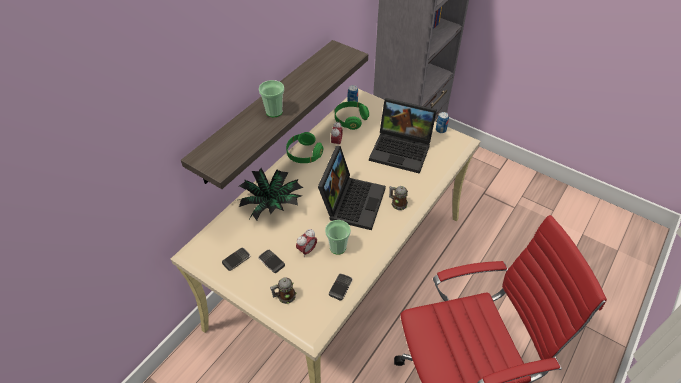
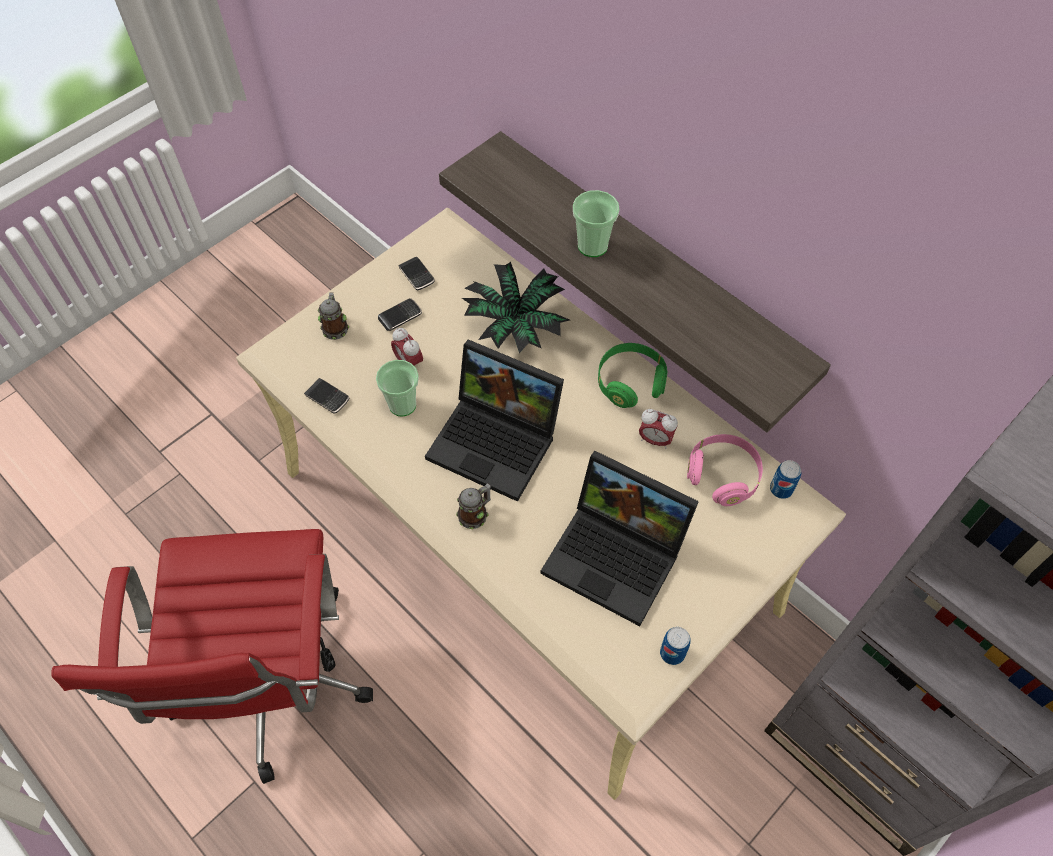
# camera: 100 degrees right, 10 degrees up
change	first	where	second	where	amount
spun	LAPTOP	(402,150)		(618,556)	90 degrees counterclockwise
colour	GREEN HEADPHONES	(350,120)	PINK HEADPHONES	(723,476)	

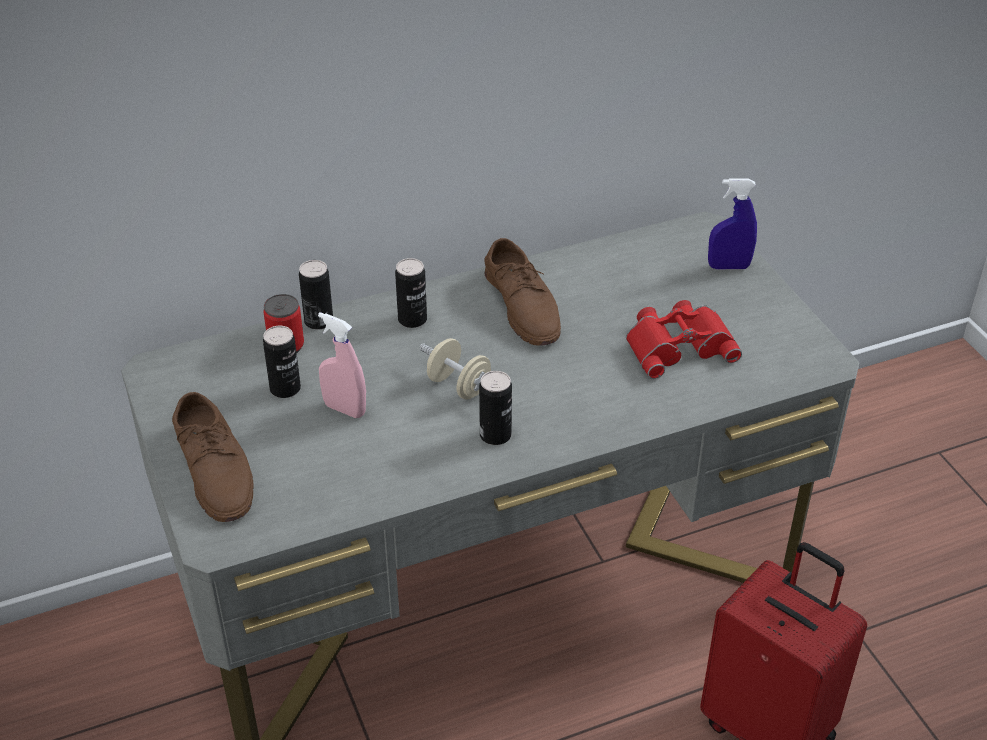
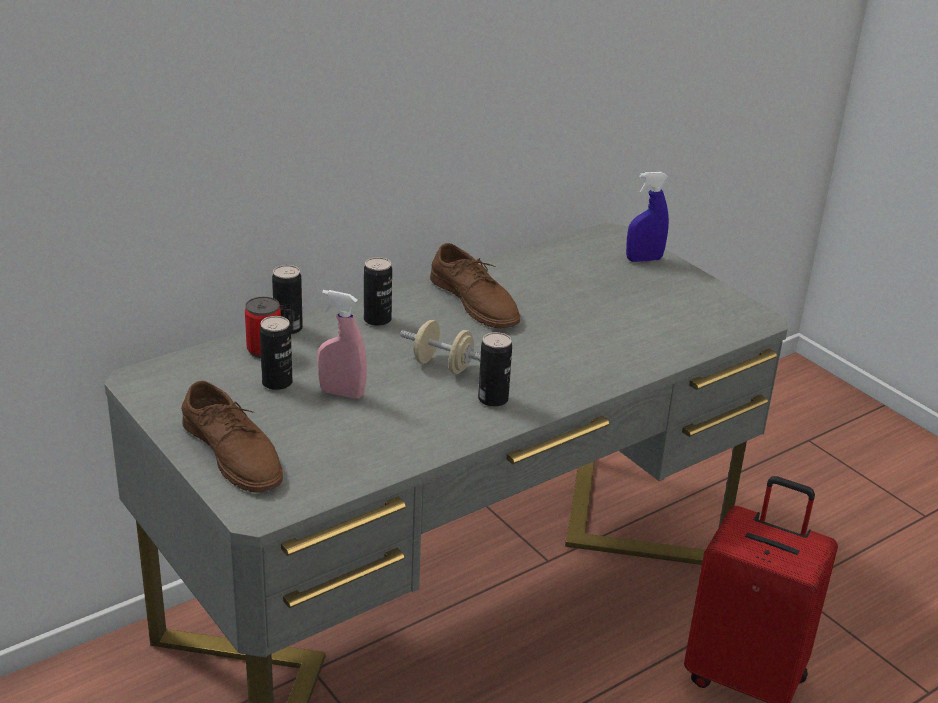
# camera: 15 degrees left, 10 degrees down
change	first	where	second	where	amount
missing	RED BINOCULARS	(678,344)			

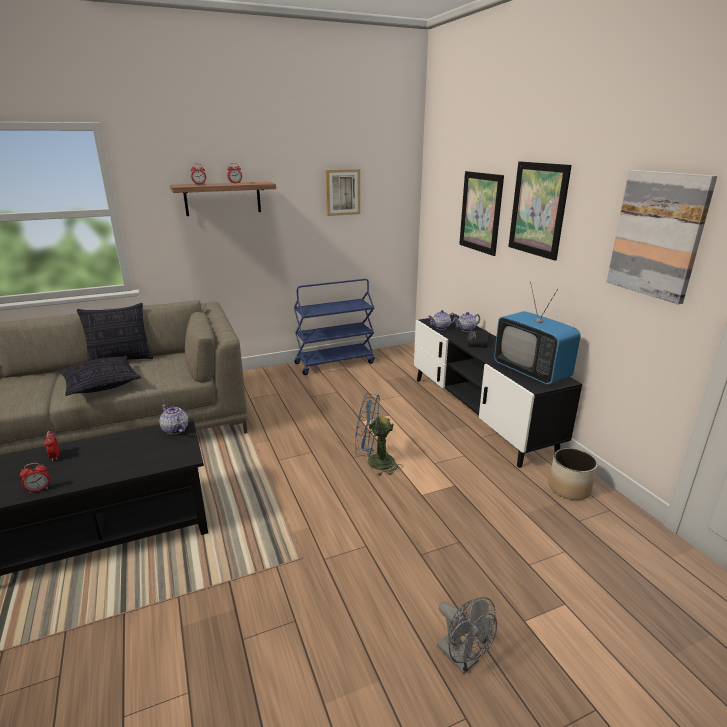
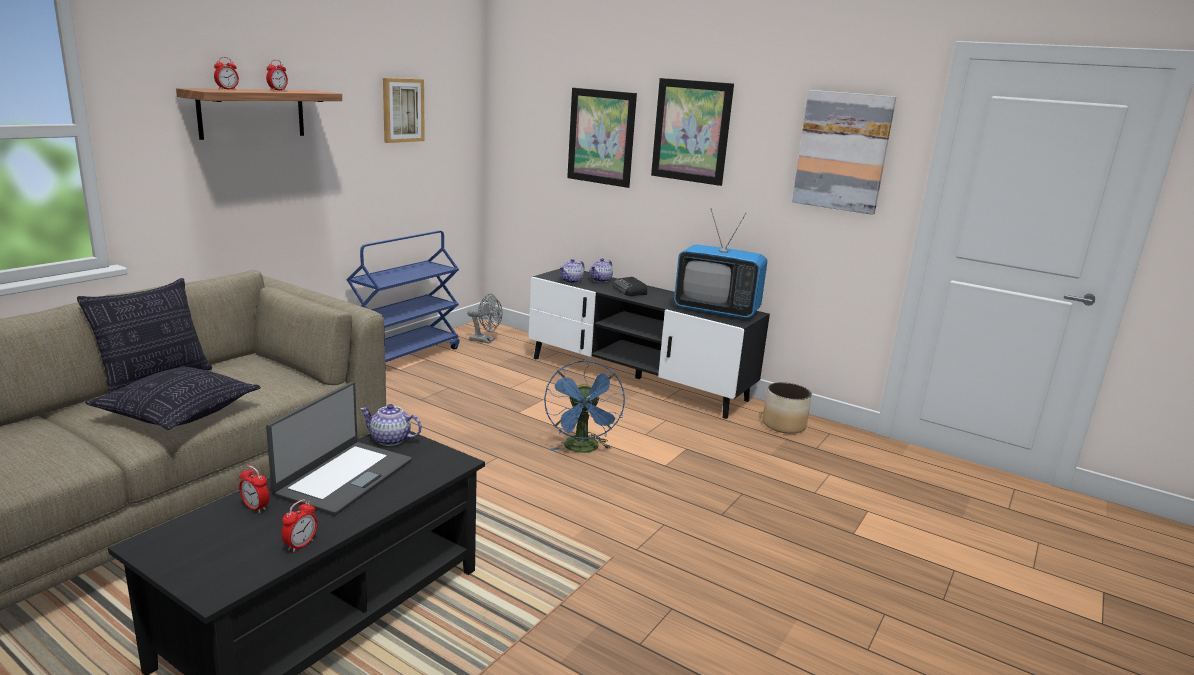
# camera: 35 degrees left, 5 degrees down
change	first	where	second	where	amount
spun	BLUE FAN	(374,463)		(583,449)	60 degrees counterclockwise
relocated	GREY FAN	(462,659)		(485,340)	
appeared			LAPTOP	(343,477)	

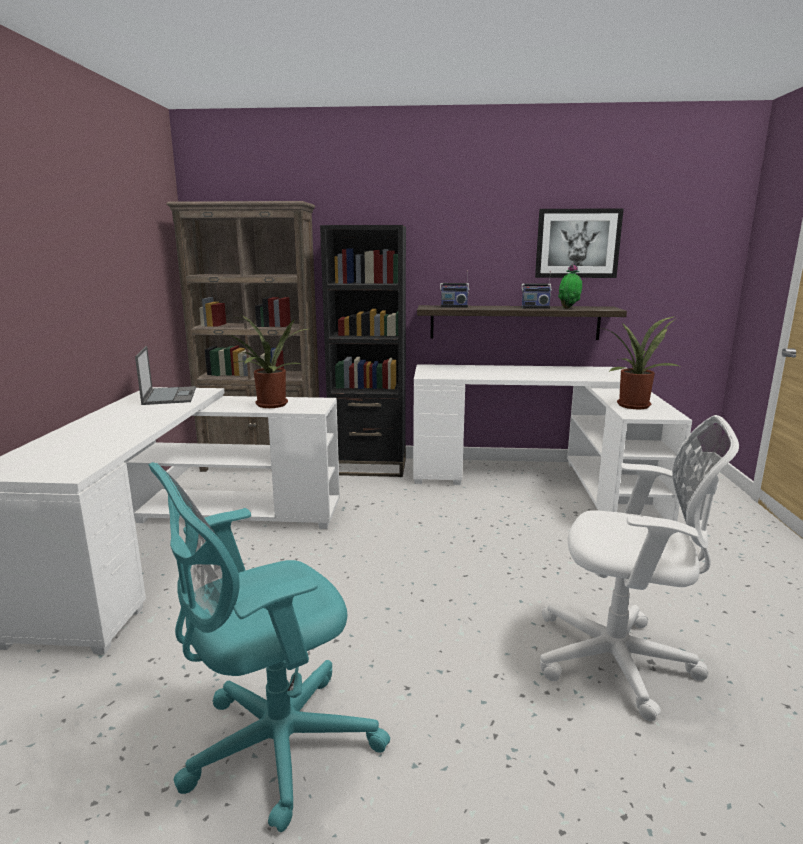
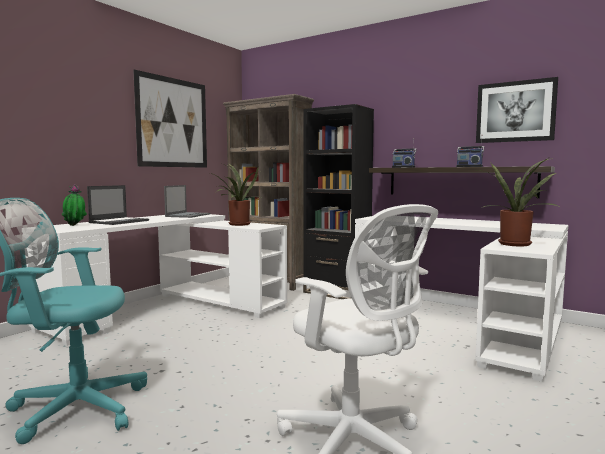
# camera: 30 degrees right, 10 degrees down
change	first	where	second	where	amount
relocated	POTTED PLANT	(569,308)		(74,225)	
appeared			PICTURE	(173,123)	
appeared			LAPTOP	(120,221)	

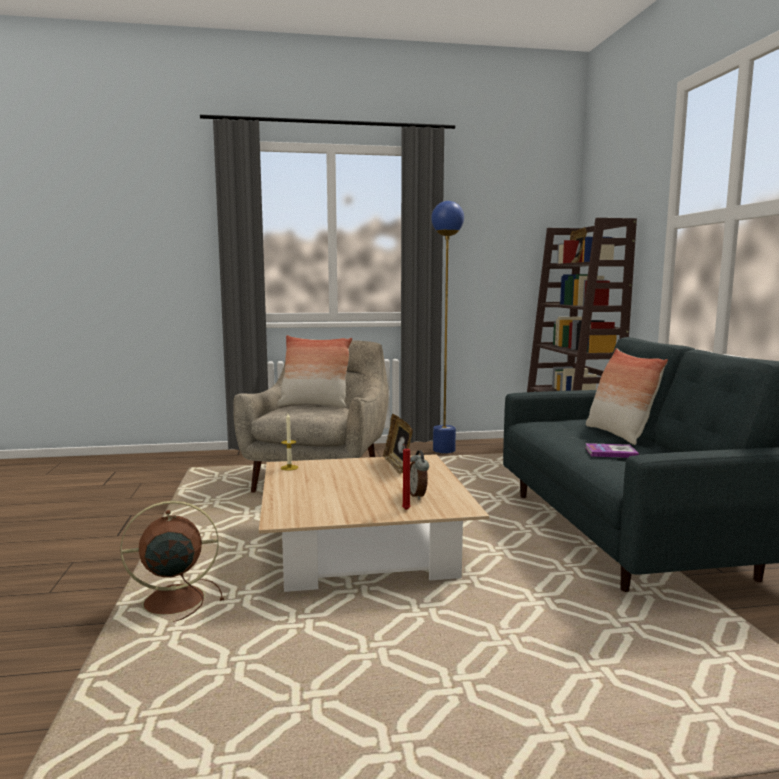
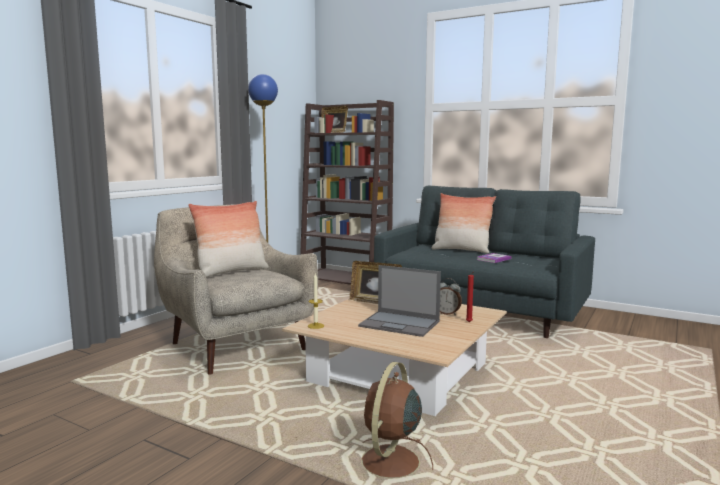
# camera: 50 degrees left, 0 degrees up
change	first	where	second	where	amount
appeared			LAPTOP	(400,324)	

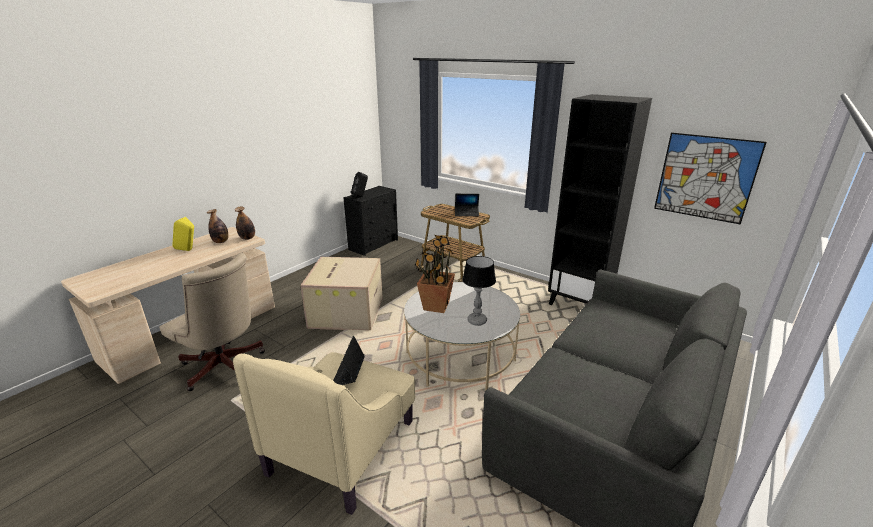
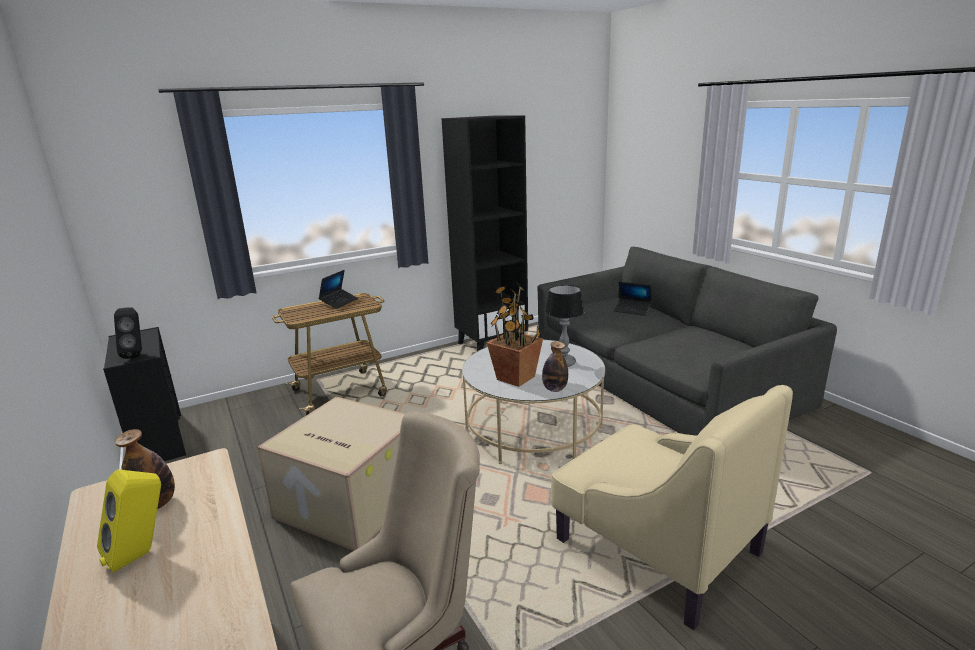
# camera: 65 degrees left, 5 degrees down
change	first	where	second	where	amount
missing	PICTURE	(705,177)			
relocated	BOTTLE	(247,238)		(554,389)	
relocated	LAPTOP	(348,375)		(632,310)	

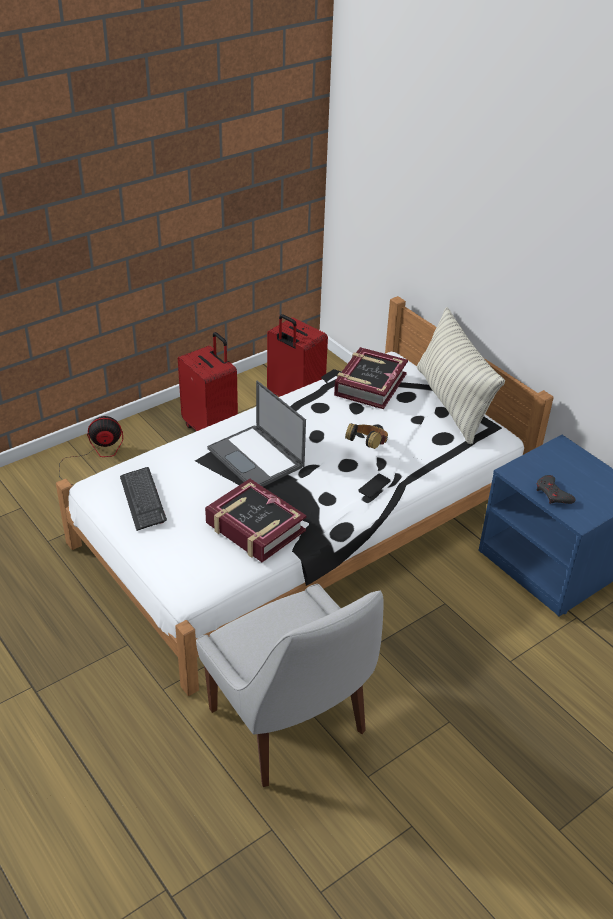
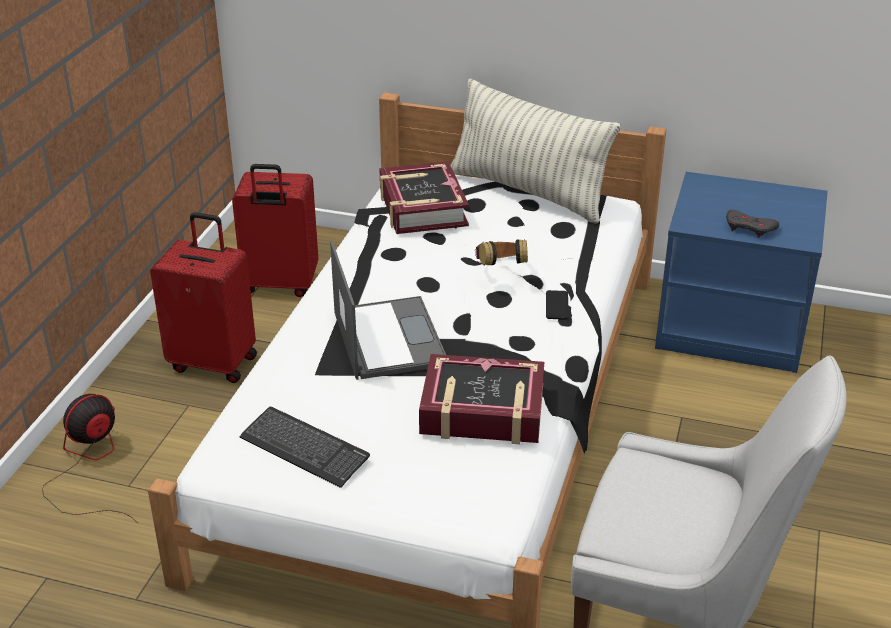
# camera: 35 degrees left, 5 degrees down
change	first	where	second	where	amount
spun	LAPTOP	(257,458)		(388,337)	120 degrees counterclockwise

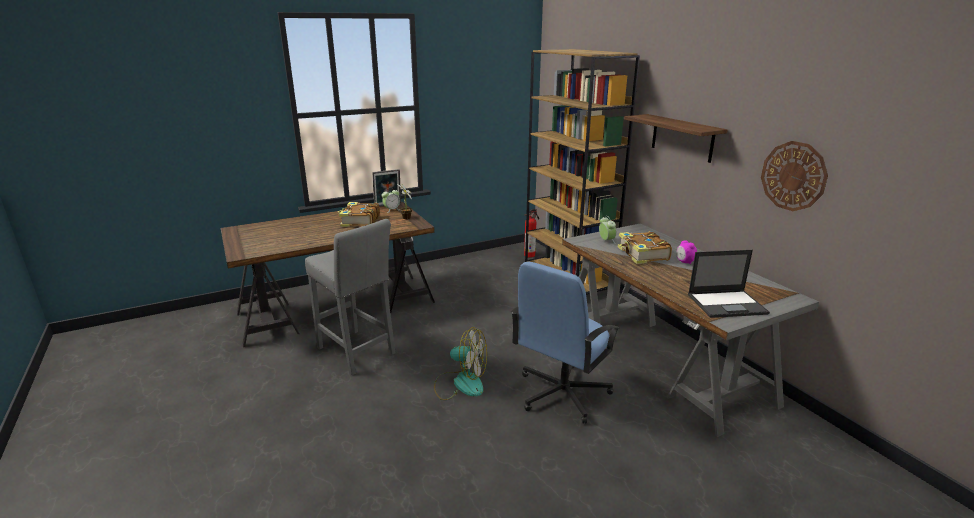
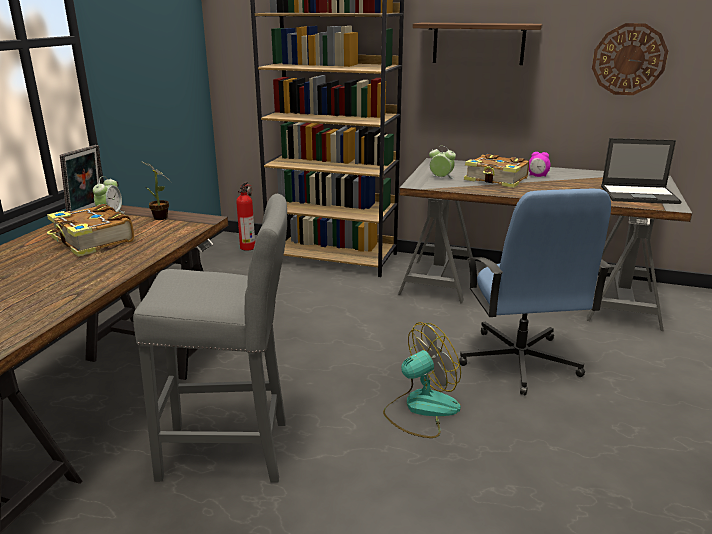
# camera: 45 degrees left, 0 degrees up
change	first	where	second	where	amount
spun	LAPTOP	(727,304)		(640,195)	60 degrees clockwise

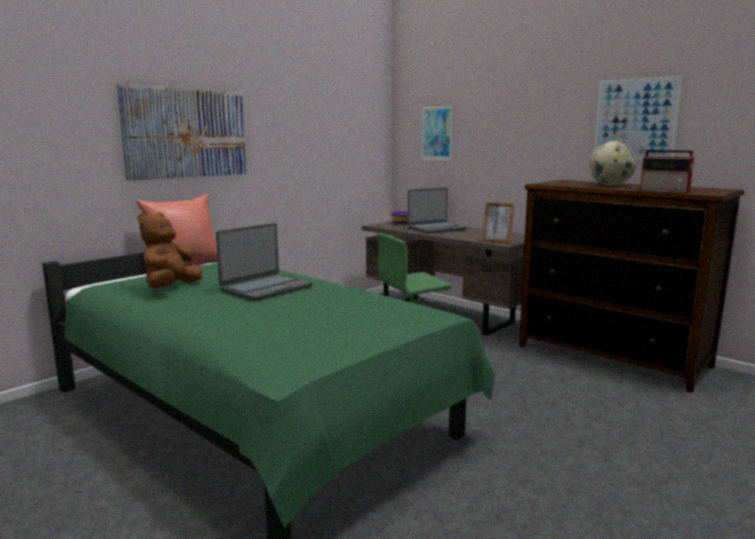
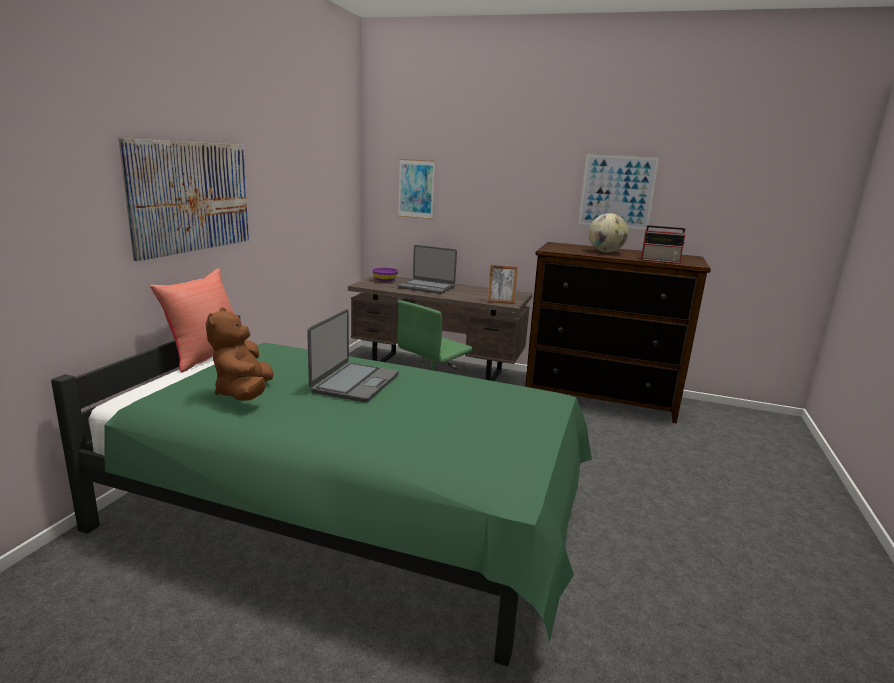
# camera: 25 degrees left, 5 degrees up
change	first	where	second	where	amount
spun	LAPTOP	(436,229)		(426,287)	75 degrees clockwise

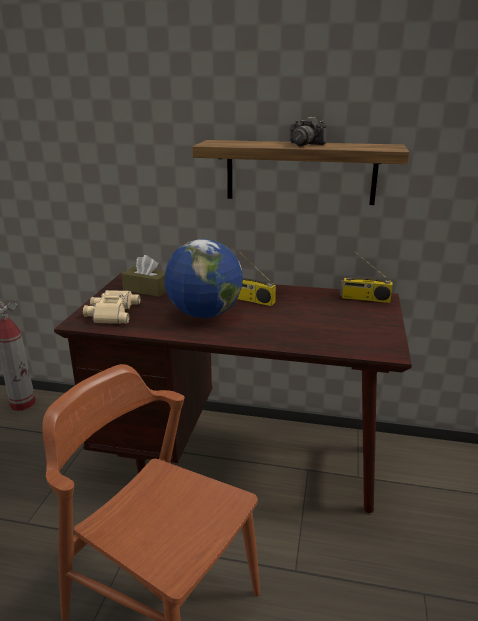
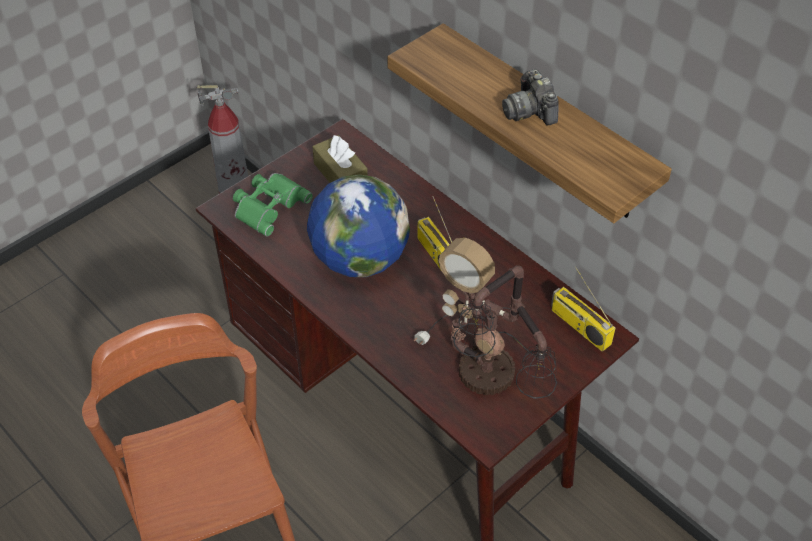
# camera: 35 degrees right, 25 degrees up
change	first	where	second	where	amount
colour	BEIGE BINOCULARS	(111,312)	GREEN BINOCULARS	(268,205)	
appeared			TABLE LAMP	(487,375)	

